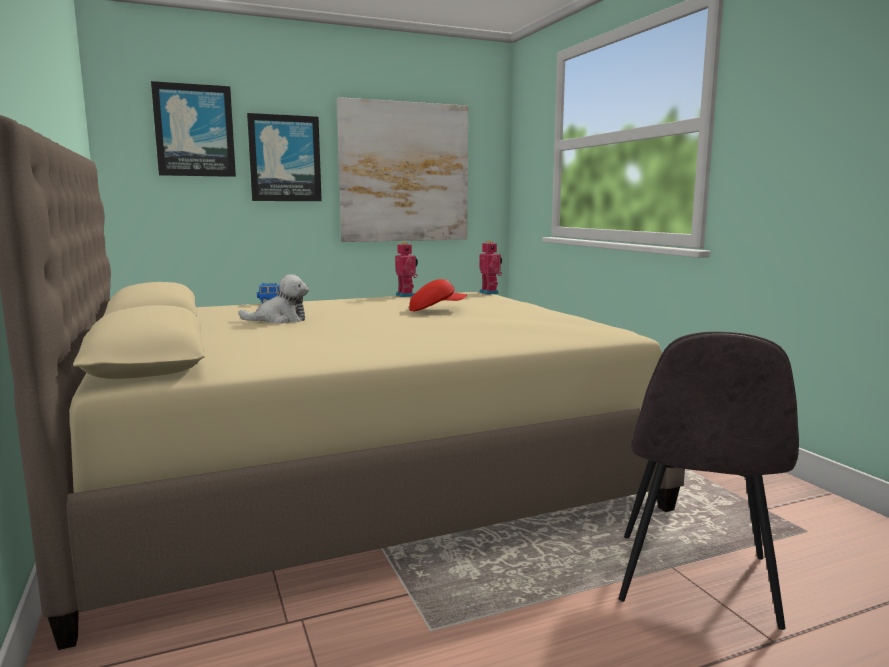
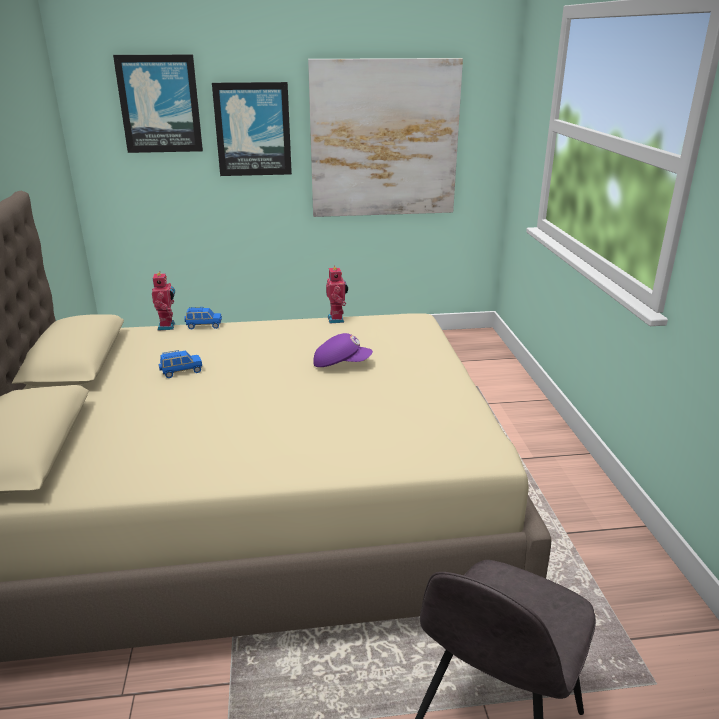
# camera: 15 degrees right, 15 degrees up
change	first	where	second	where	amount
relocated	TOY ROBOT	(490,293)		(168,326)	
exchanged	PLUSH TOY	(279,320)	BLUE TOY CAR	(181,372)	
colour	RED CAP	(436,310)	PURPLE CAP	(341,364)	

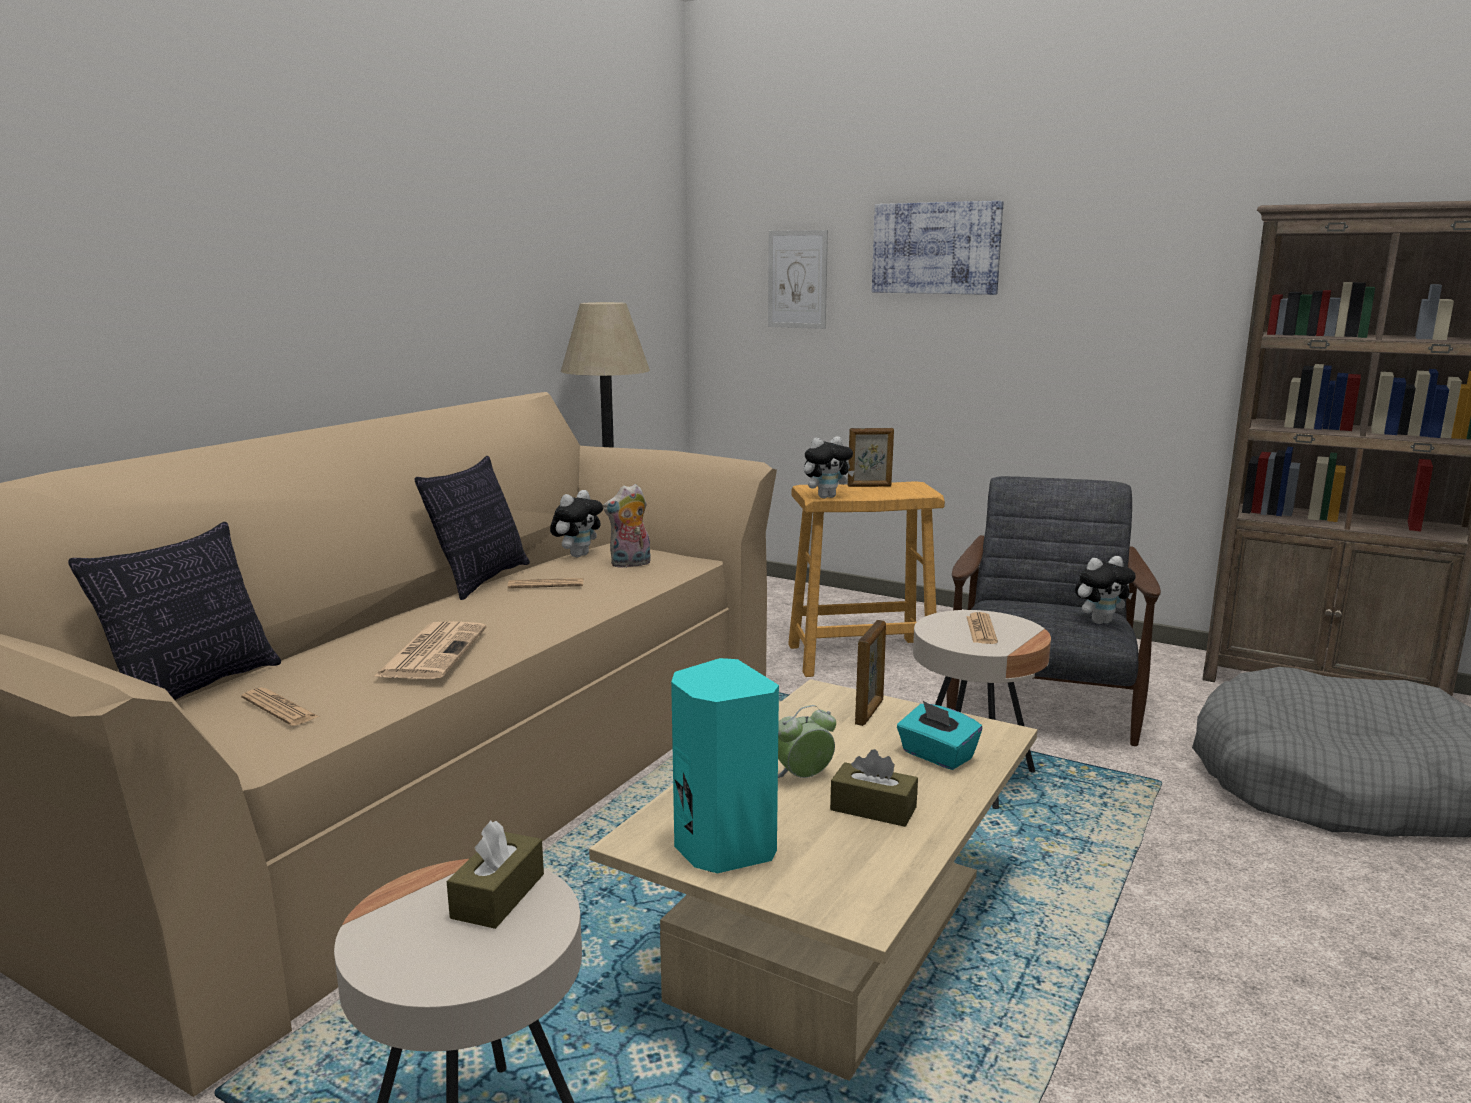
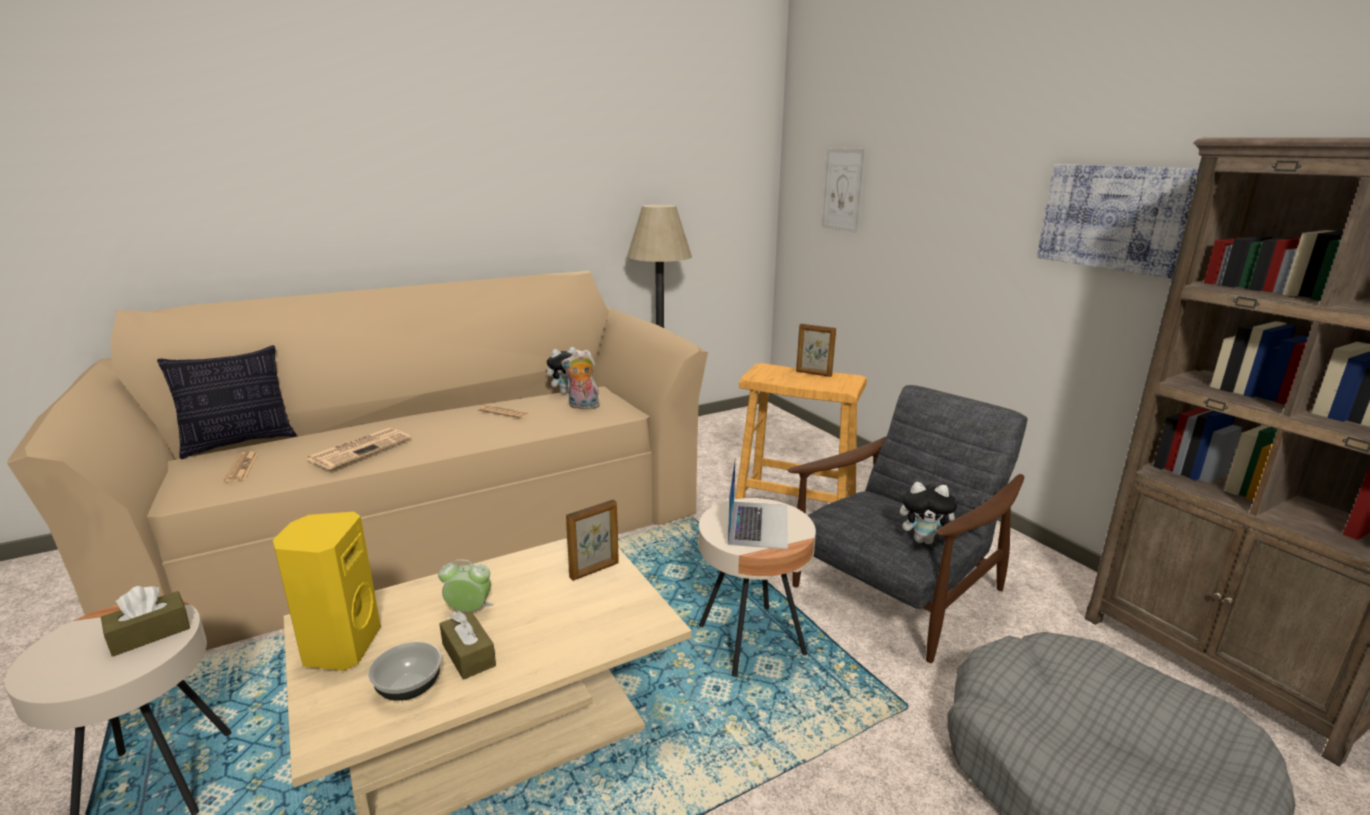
# camera: 30 degrees right, 5 degrees up
change	first	where	second	where	amount
relocated	PICTURE	(936,248)		(1116,217)	
missing	PLUSH TOY	(826,497)			
missing	PILLOW	(481,580)			
exchanged	NEWSPAPER	(981,630)	LAPTOP	(758,524)	
colour	TURQUOISE SPEAKER	(721,848)	YELLOW SPEAKER	(339,647)	
missing	TURQUOISE TISSUE BOX	(936,756)			
appeared			BOWL	(410,687)	

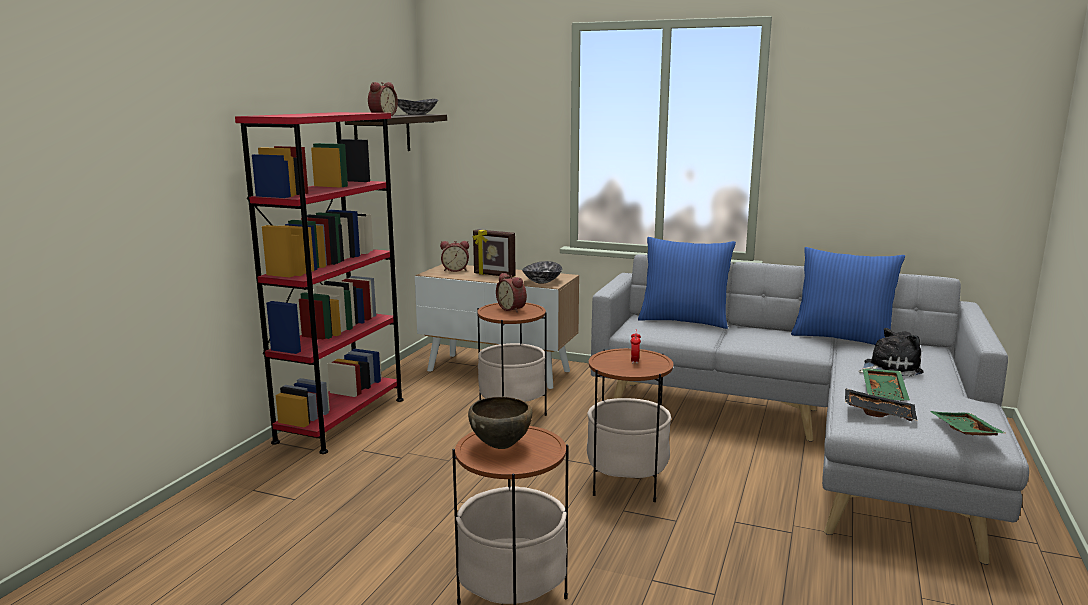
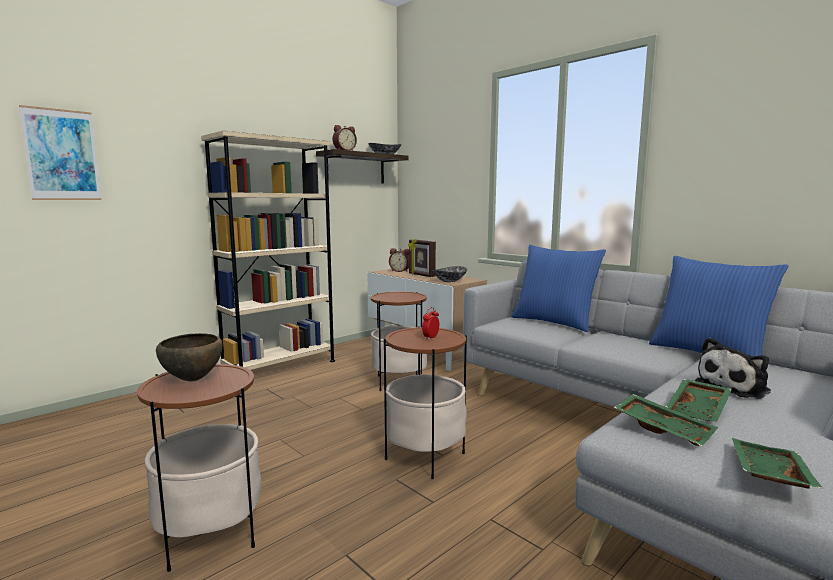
# camera: 25 degrees right, 5 degrees down
change	first	where	second	where	amount
colour	RED BOOKCASE	(341,420)	BEIGE BOOKCASE	(280,367)	
missing	ALARM CLOCK	(513,309)			
spun	PLUSH TOY	(889,368)		(735,387)	135 degrees clockwise
colour	BLACK TRAY	(878,412)	GREEN TRAY	(664,428)	
appeared			PICTURE	(62,155)	

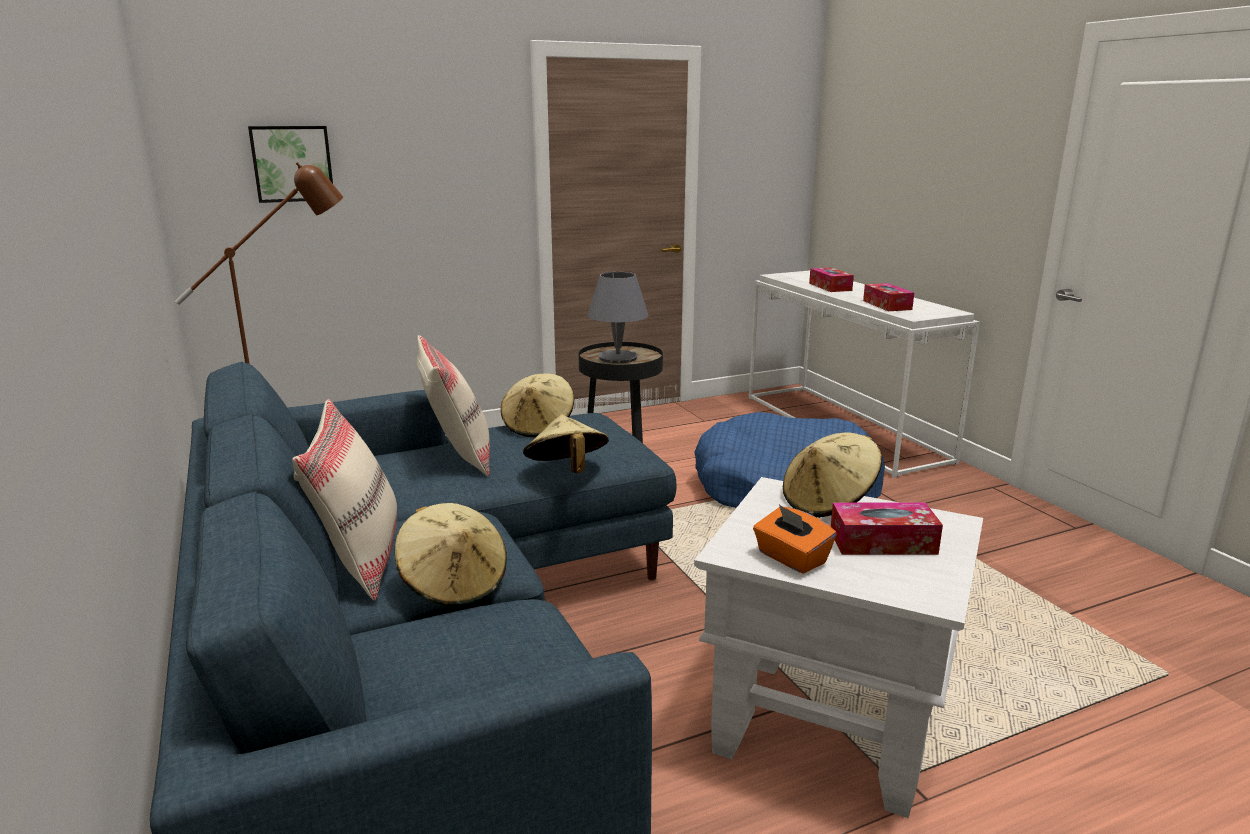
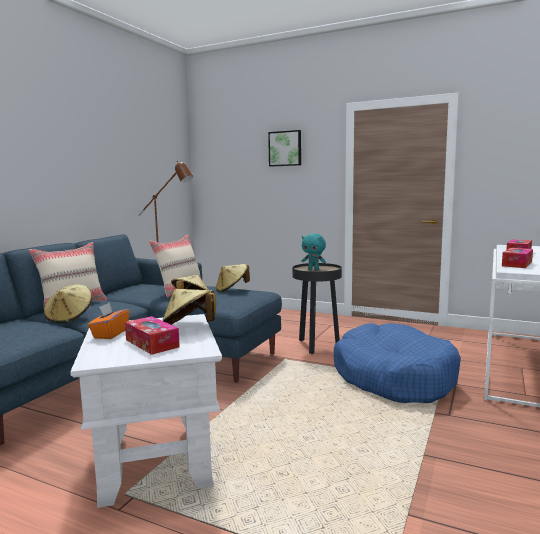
# camera: 50 degrees right, 10 degrees down
change	first	where	second	where	amount
relocated	PICTURE	(292,163)		(285,148)	
exchanged	GREY TABLE LAMP	(618,358)	TURQUOISE PLUSH TOY	(314,269)	

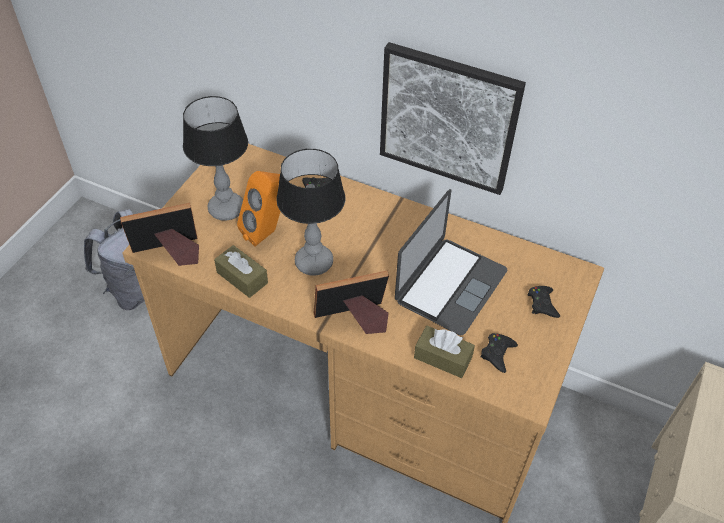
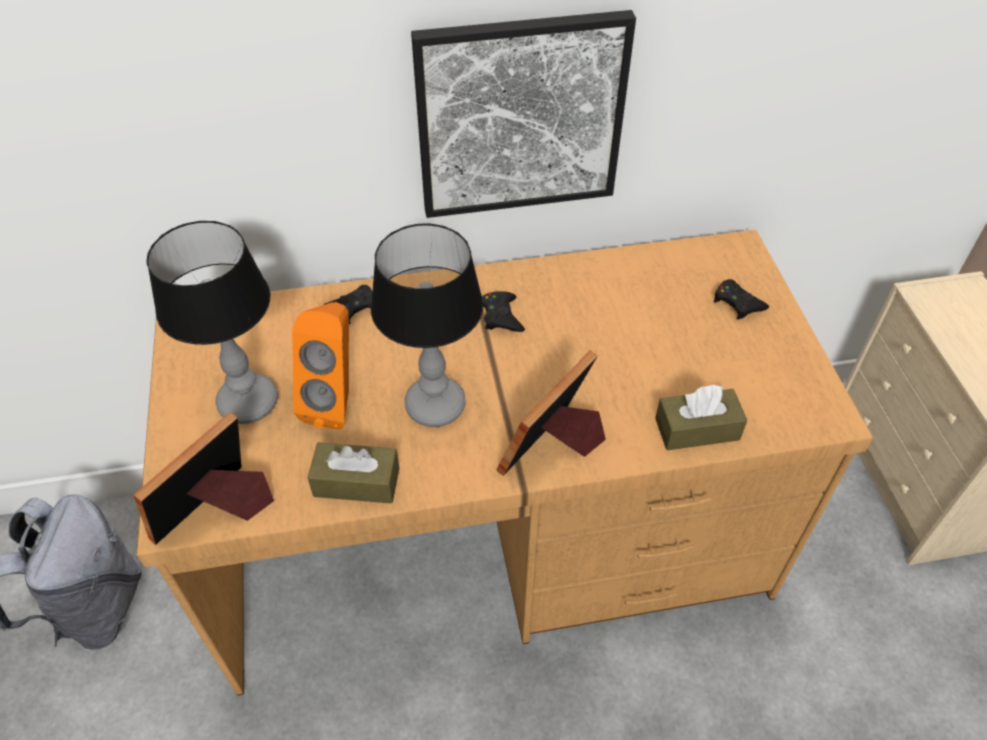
# camera: 35 degrees left, 0 degrees up
change	first	where	second	where	amount
missing	LAPTOP	(451,285)			
relocated	BLACK GAME CONTROLLER	(497,353)		(501,316)	

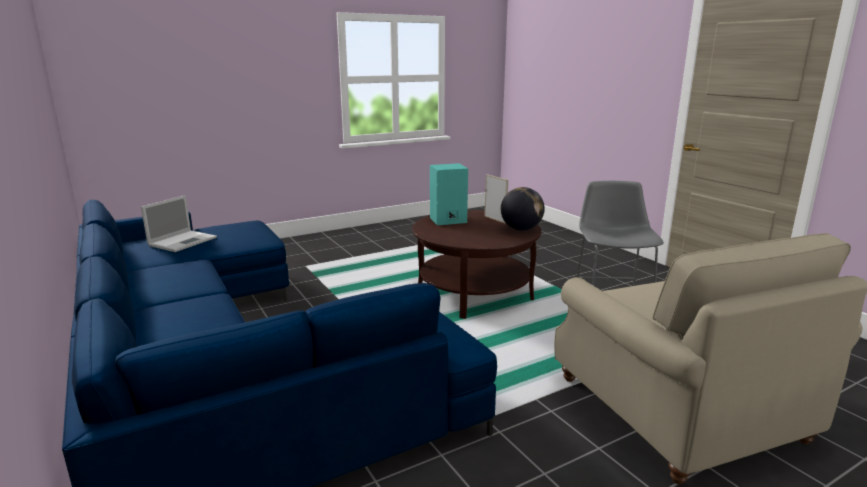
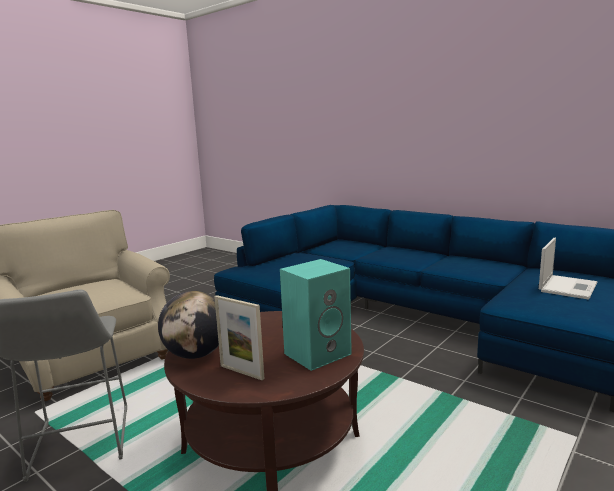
# camera: 160 degrees right, 5 degrees down
change	first	where	second	where	amount
spun	LAPTOP	(183,241)		(567,287)	150 degrees counterclockwise

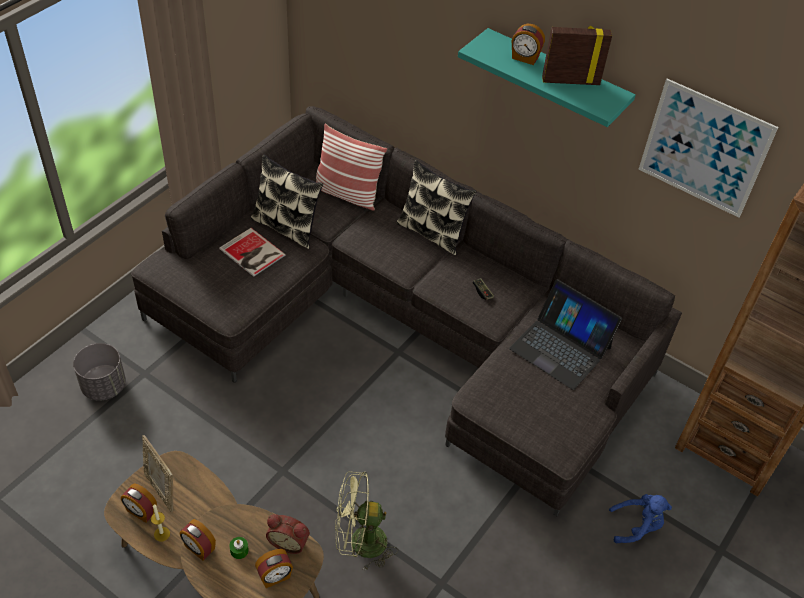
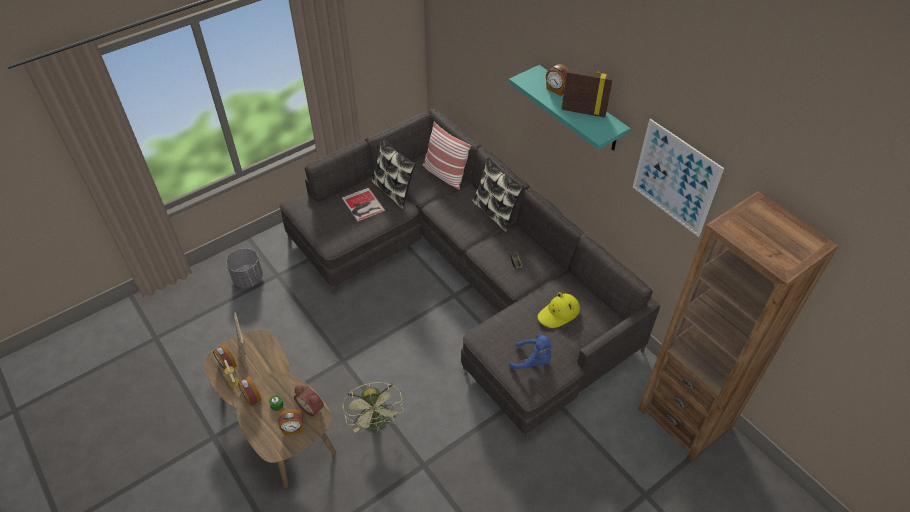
# camera: 20 degrees right, 0 degrees up
change	first	where	second	where	amount
exchanged	LAPTOP	(561,347)	YELLOW HAT	(558,313)	
spun	GREEN FAN	(360,543)		(377,423)	120 degrees counterclockwise
relocated	BLUE PLUSH TOY	(637,526)		(533,361)	

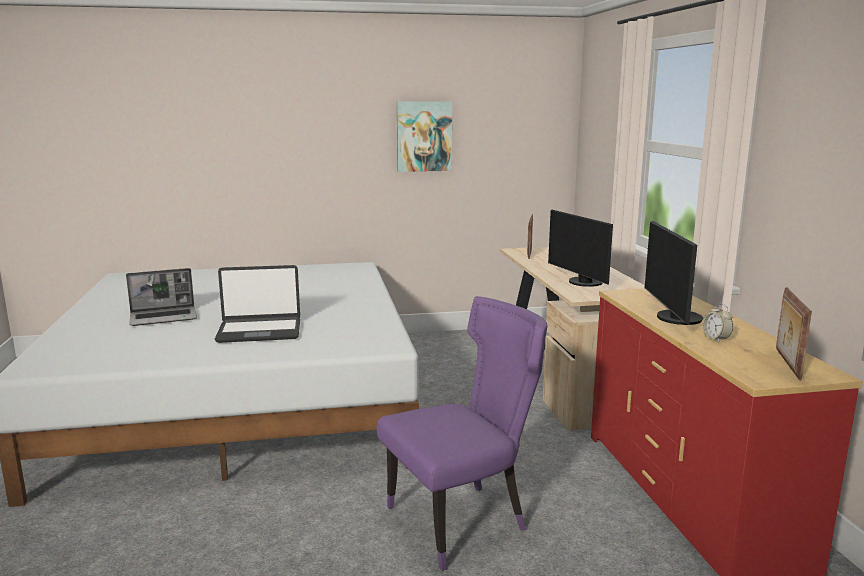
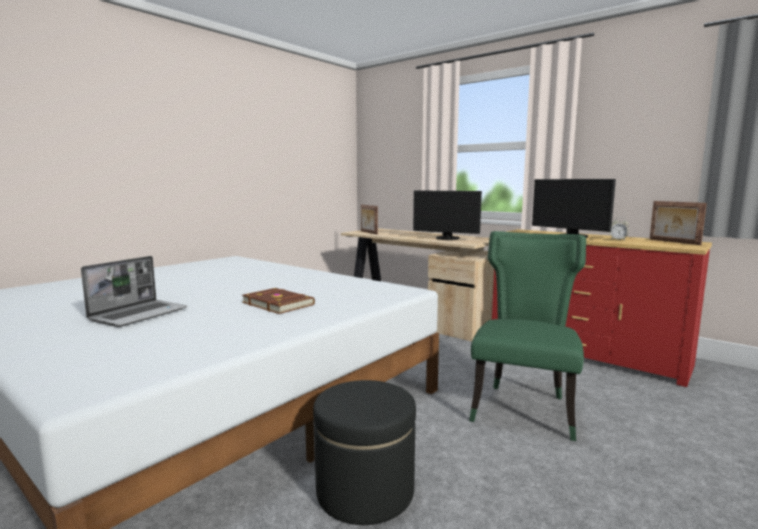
# camera: 40 degrees left, 5 degrees down
change	first	where	second	where	amount
missing	PICTURE	(424,136)			
exchanged	LAPTOP	(259,331)	BROWN BOOK	(278,303)	
colour	PURPLE CHAIR	(462,520)	GREEN CHAIR	(524,408)	
appeared			BLACK OTTOMAN	(365,491)	

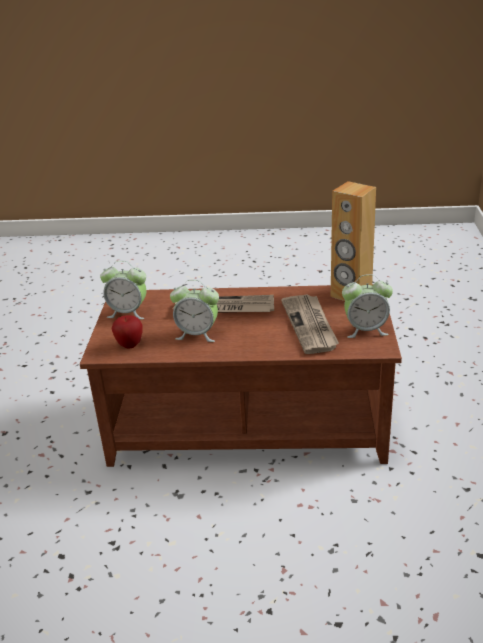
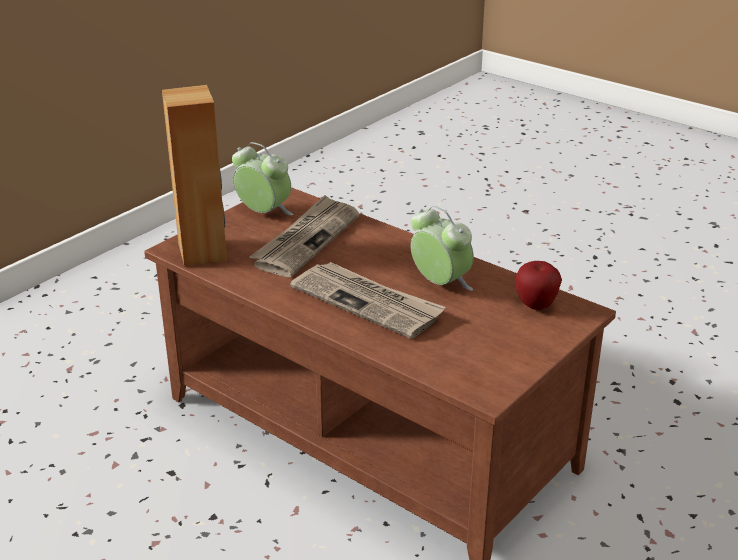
# camera: 145 degrees left, 0 degrees up
change	first	where	second	where	amount
missing	ALARM CLOCK	(128,312)			

